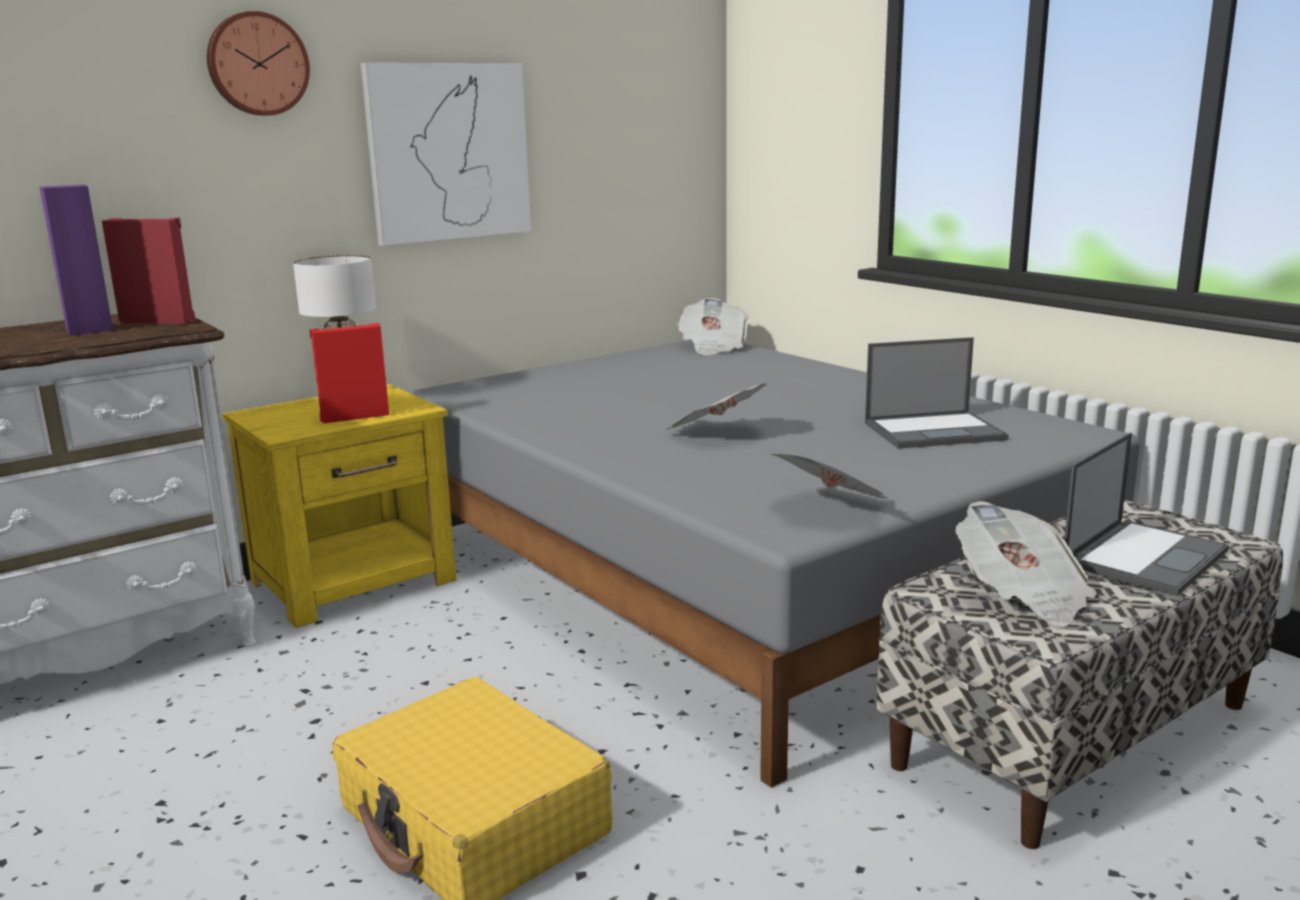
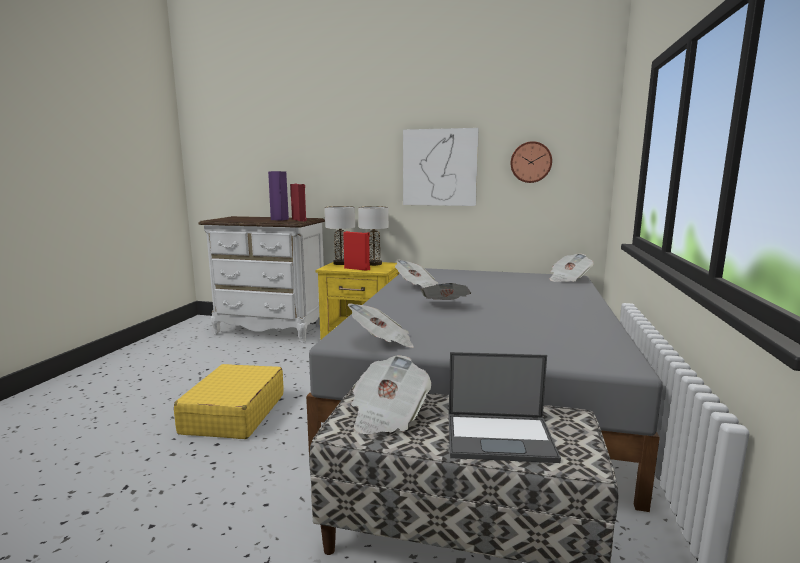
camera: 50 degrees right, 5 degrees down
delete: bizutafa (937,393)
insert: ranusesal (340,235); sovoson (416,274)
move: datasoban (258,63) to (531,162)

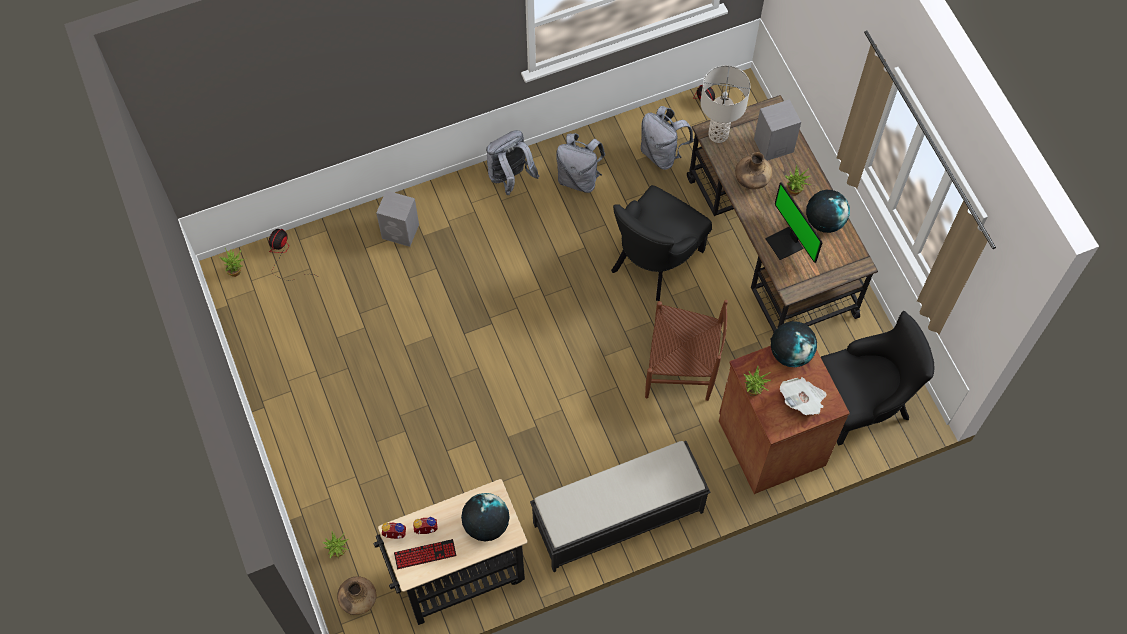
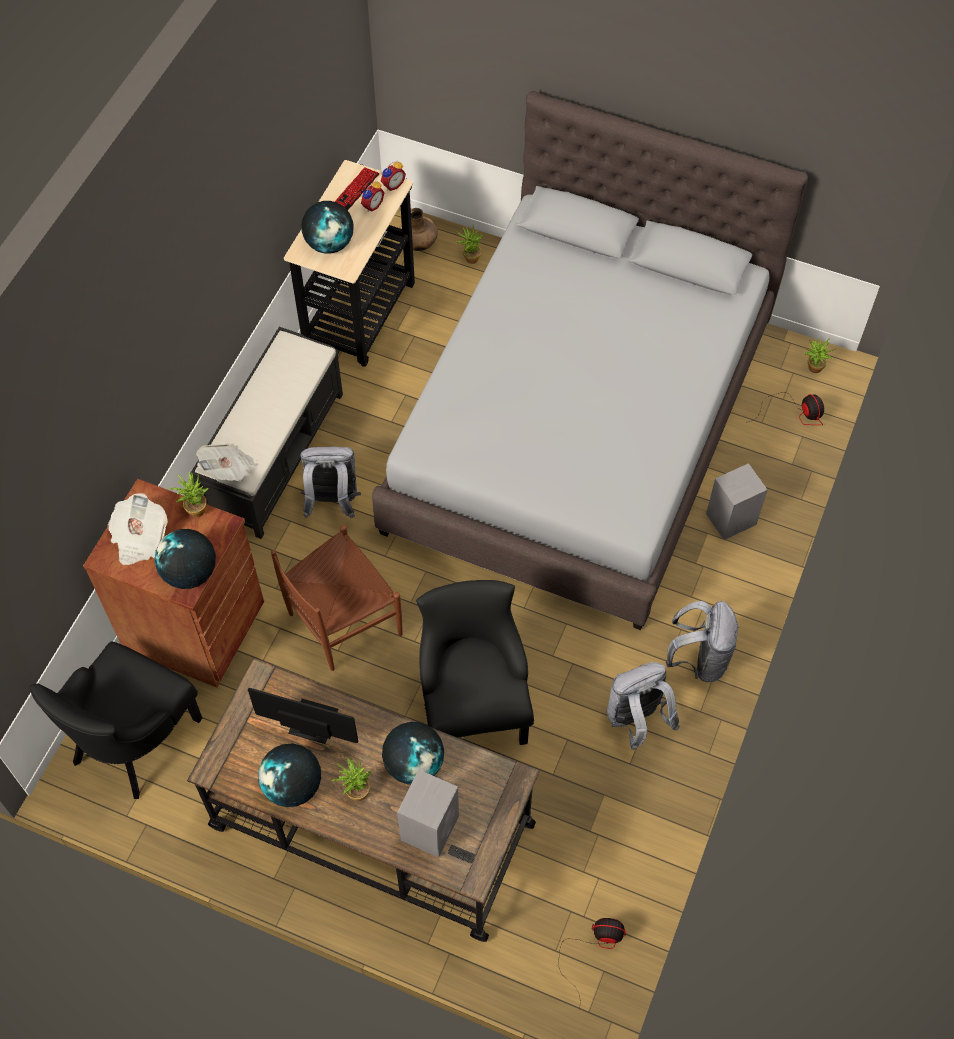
camera: 135 degrees right, 5 degrees down
delete: white_ranusesal (725,104)
insert: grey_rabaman (590,360); sovoson (227,462)
move: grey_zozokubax (667,138) to (330,482)
replace: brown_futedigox (753,171) to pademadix (413,753)

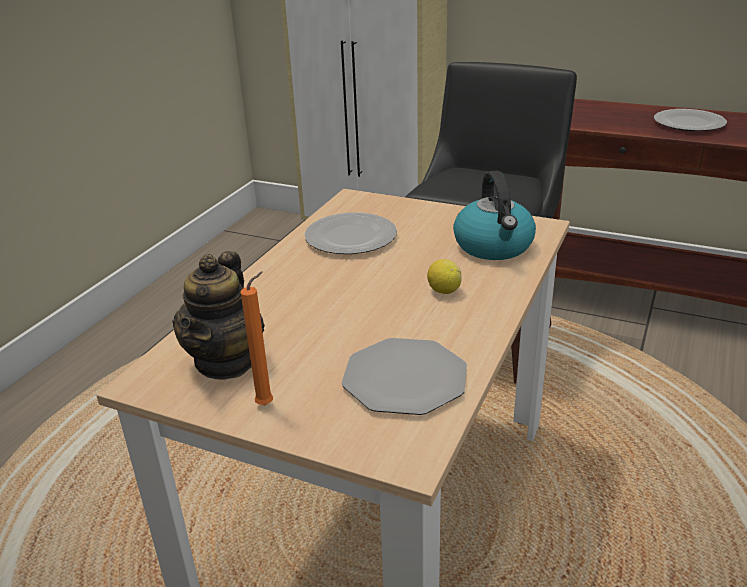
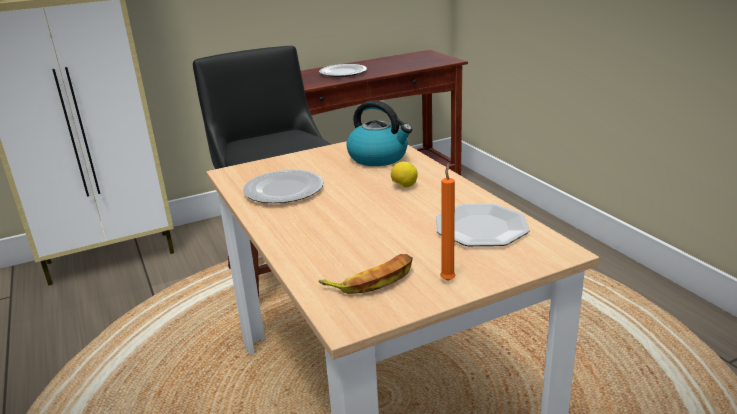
camera: 50 degrees left, 5 degrees down
replace: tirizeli (218,315) to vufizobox (366,274)

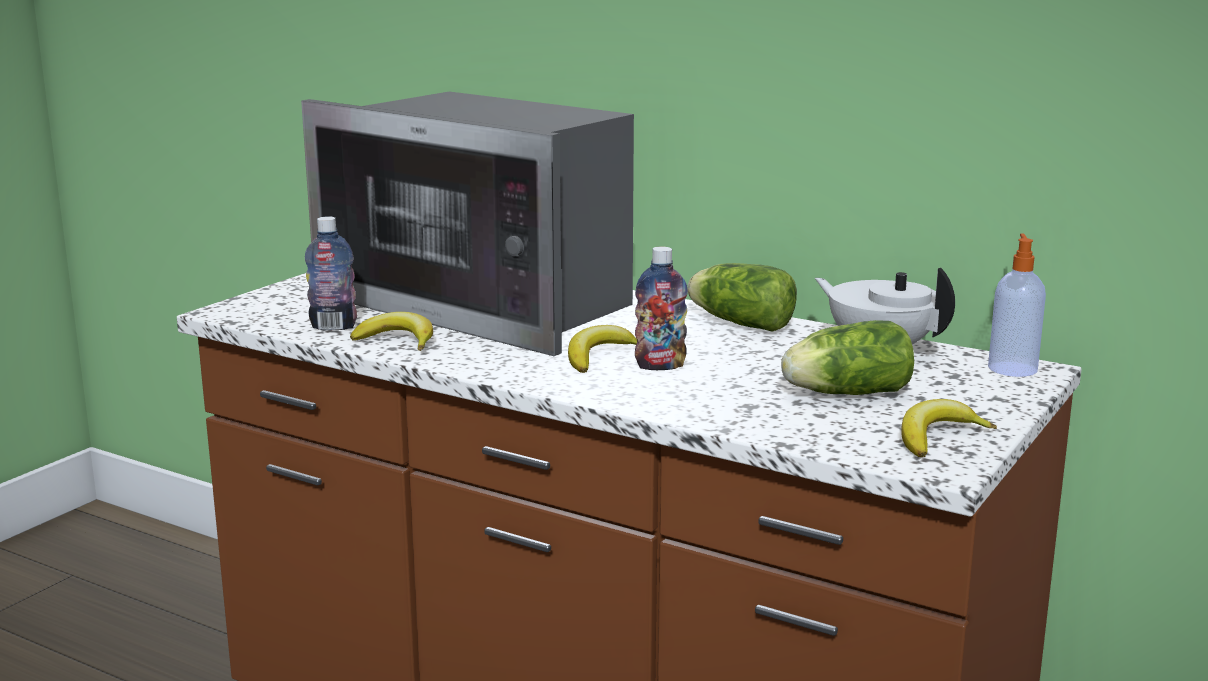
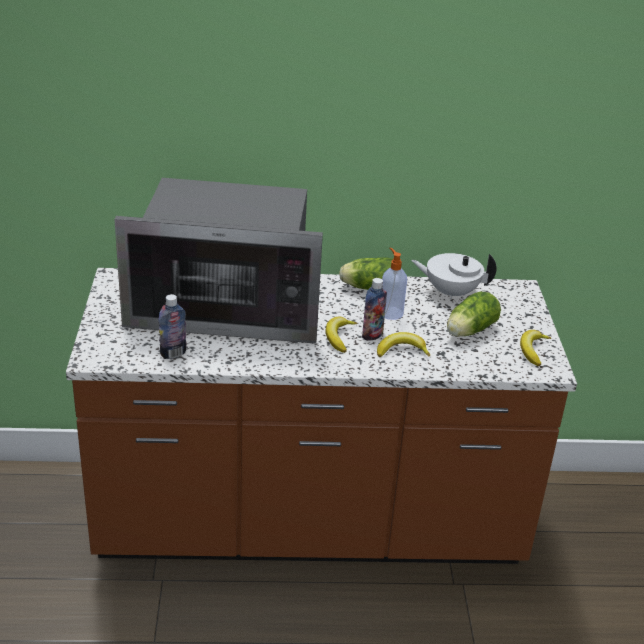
camera: 35 degrees left, 15 degrees up
move: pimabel (1017,305) to (394,284); vufizobox (391,331) to (403,344)

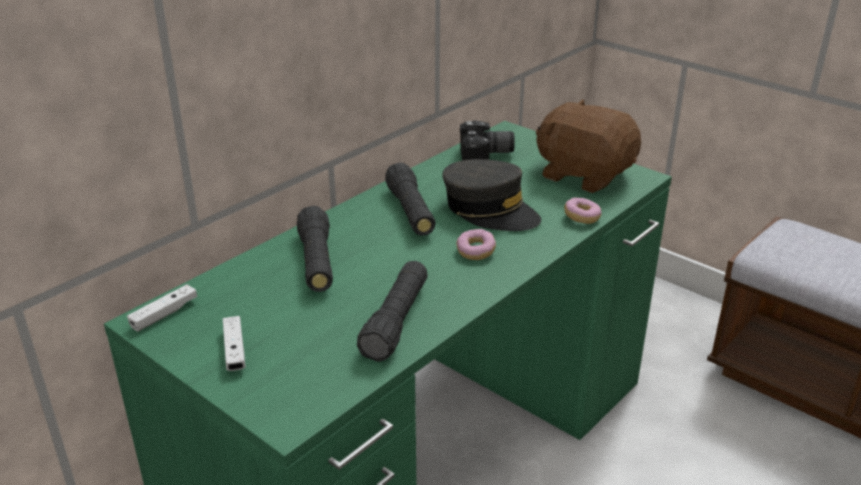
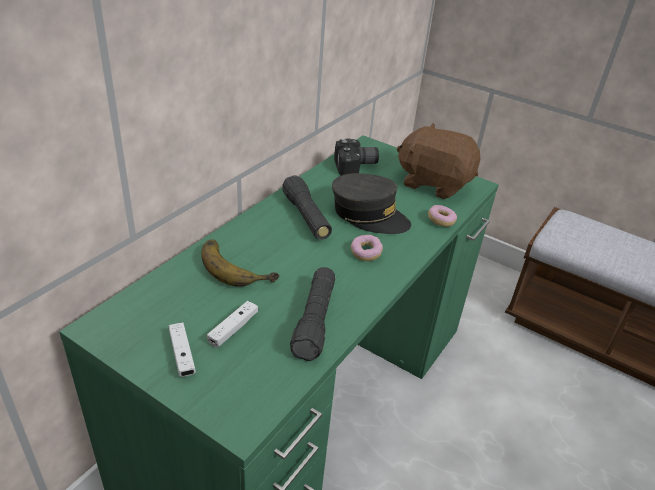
camera: 10 degrees left, 5 degrees up
move: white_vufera (162,307) to (232,324)
replace: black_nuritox (315,249) to vufizobox (240,263)

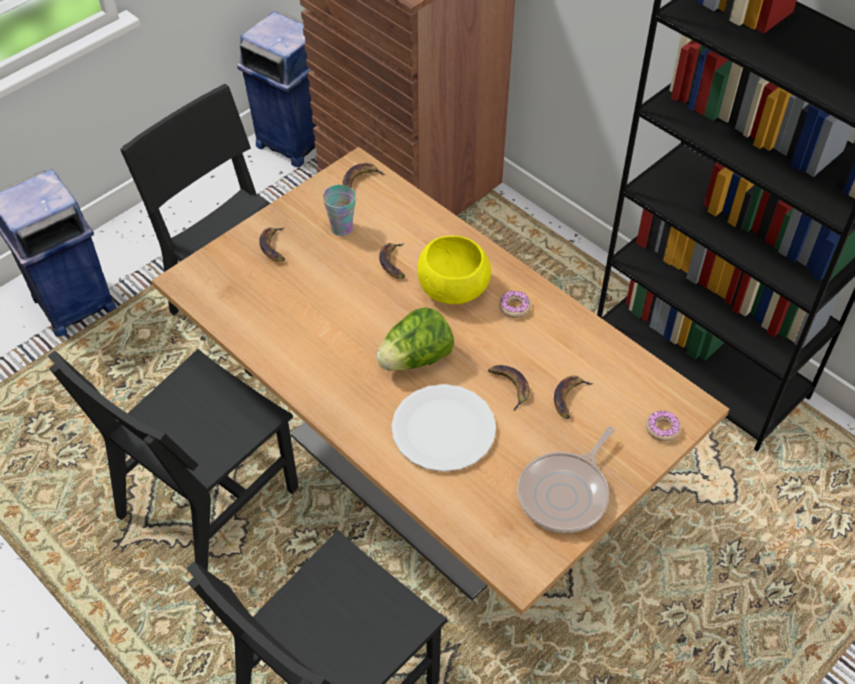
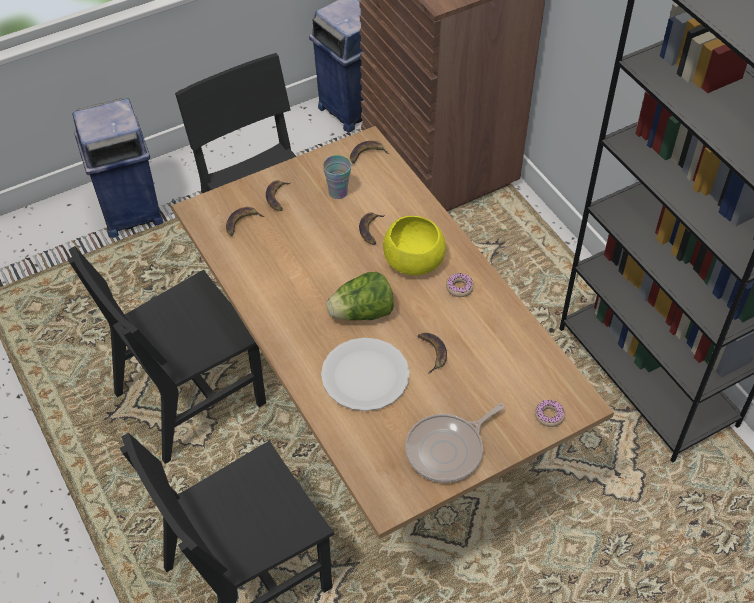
camera: 15 degrees right, 0 degrees up
move: vufizobox (573,397) to (245,221)

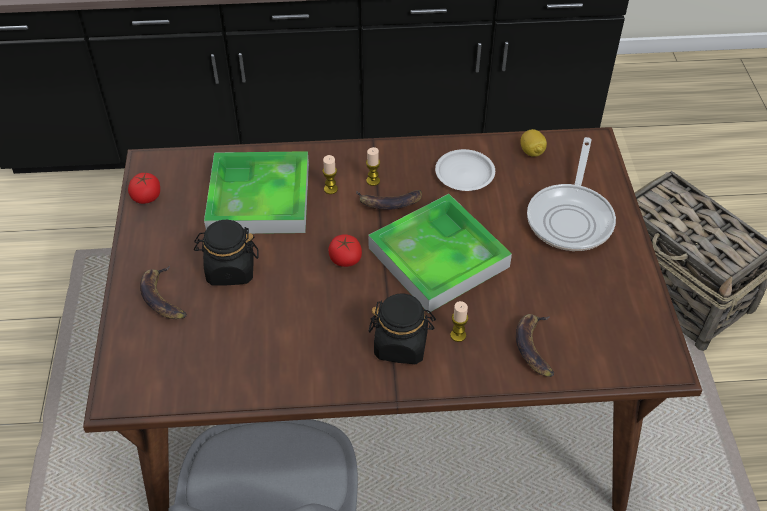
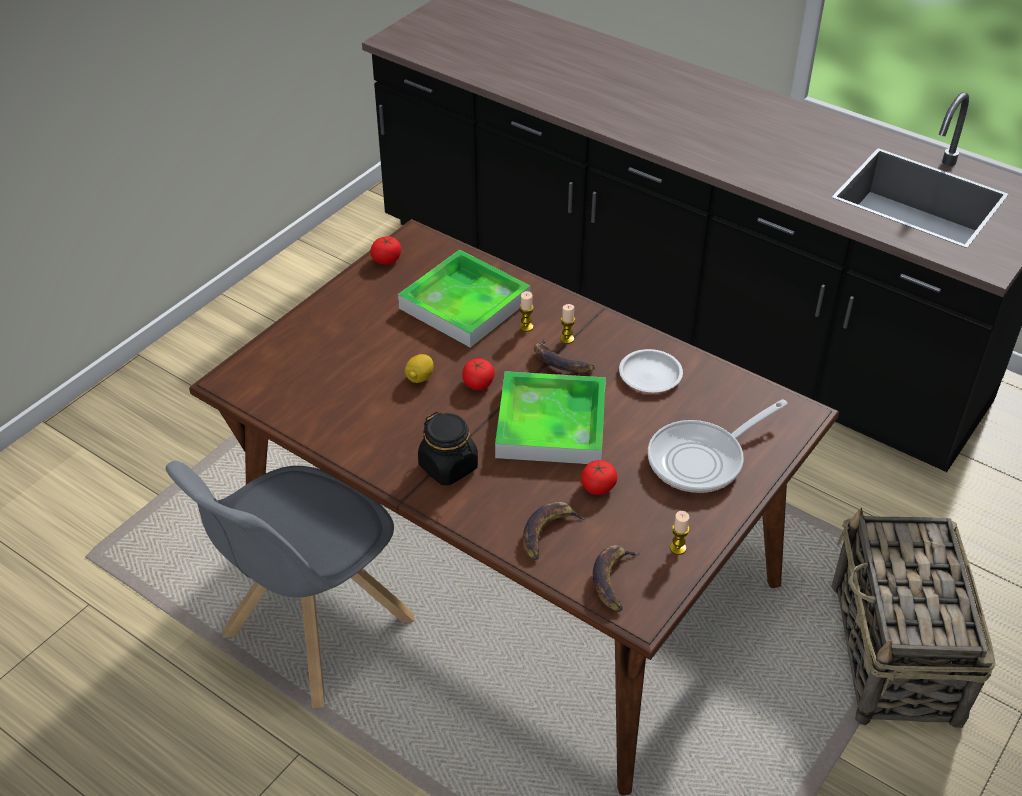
camera: 40 degrees right, 5 degrees down
delete: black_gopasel (226,253)
insert: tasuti (599,477)
move: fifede (533,143) to (419,368); vufizobox (163,292) to (617,578); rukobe (459,321) to (679,533)

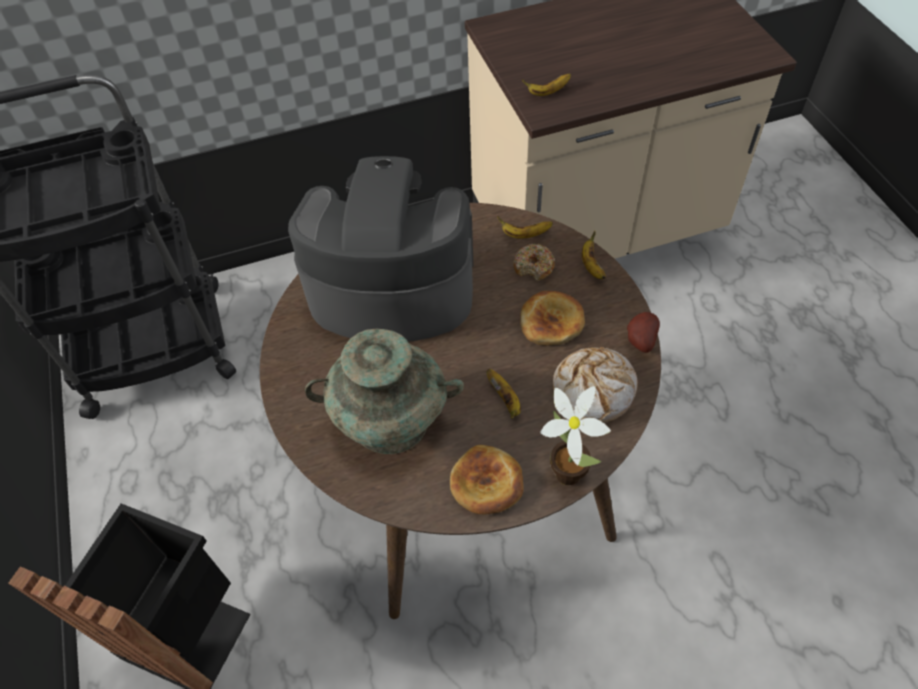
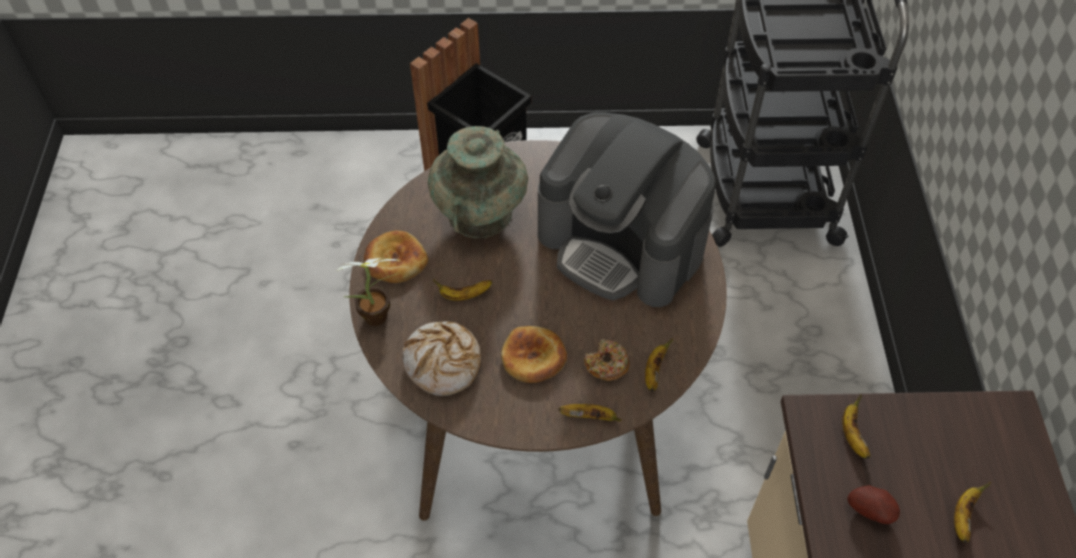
camera: 105 degrees right, 0 degrees up
insert: vufizobox (972,512)
move: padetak (643,332) to (873,504)
rotate: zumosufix (380,249) = (627,209) 105 degrees clockwise

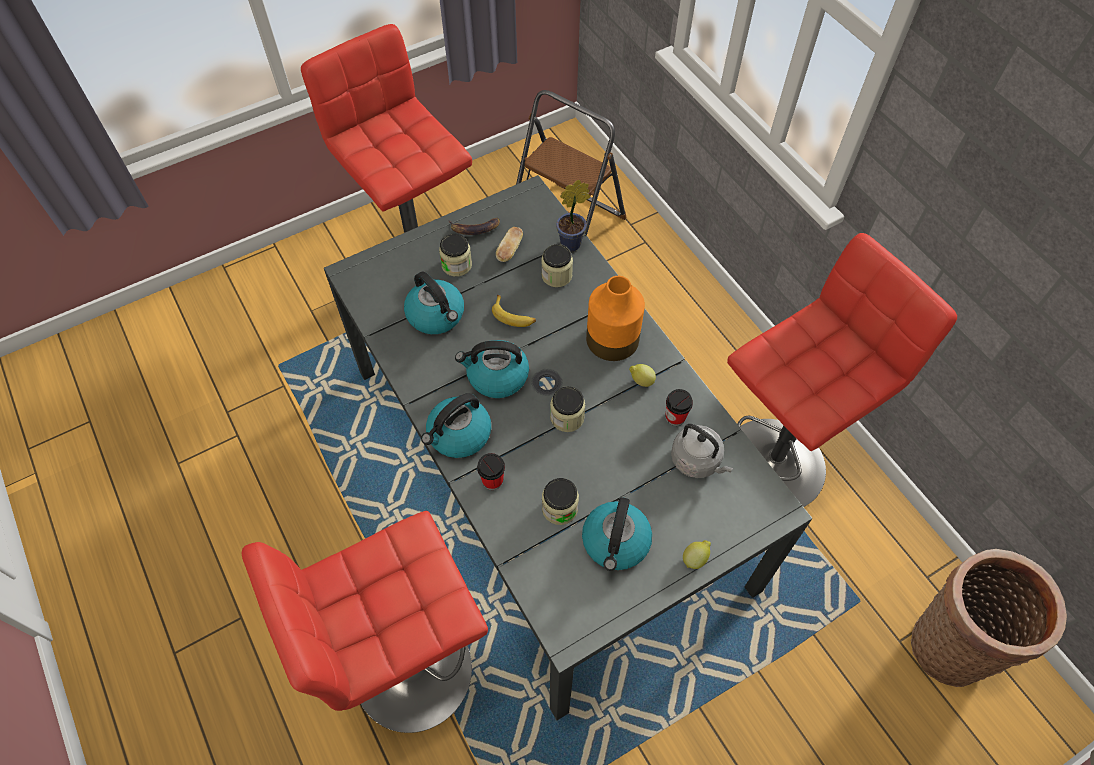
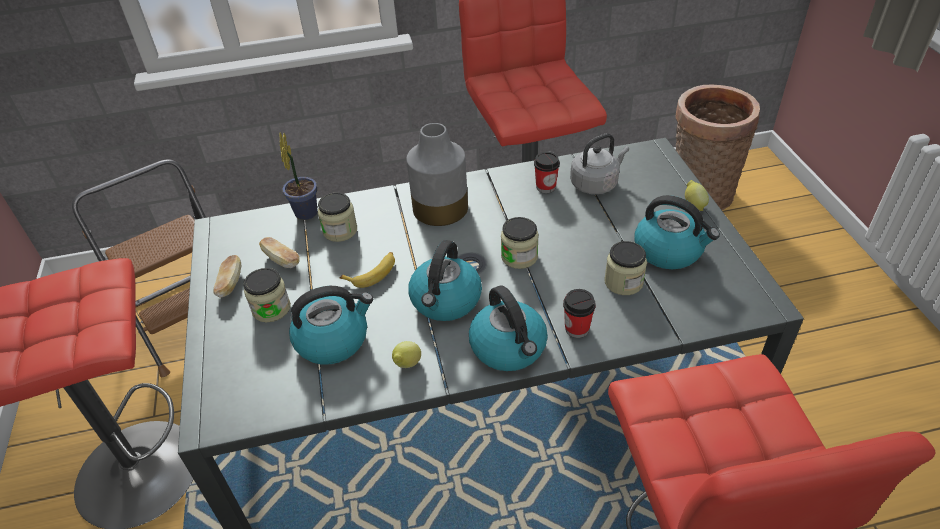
camera: 70 degrees left, 15 degrees down
move: fifede (642,375) to (406,354)
replace: vufizobox (474,226) to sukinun (227,276)
recolor: orange_futedigox (615,318) to grey_futedigox (437,174)

